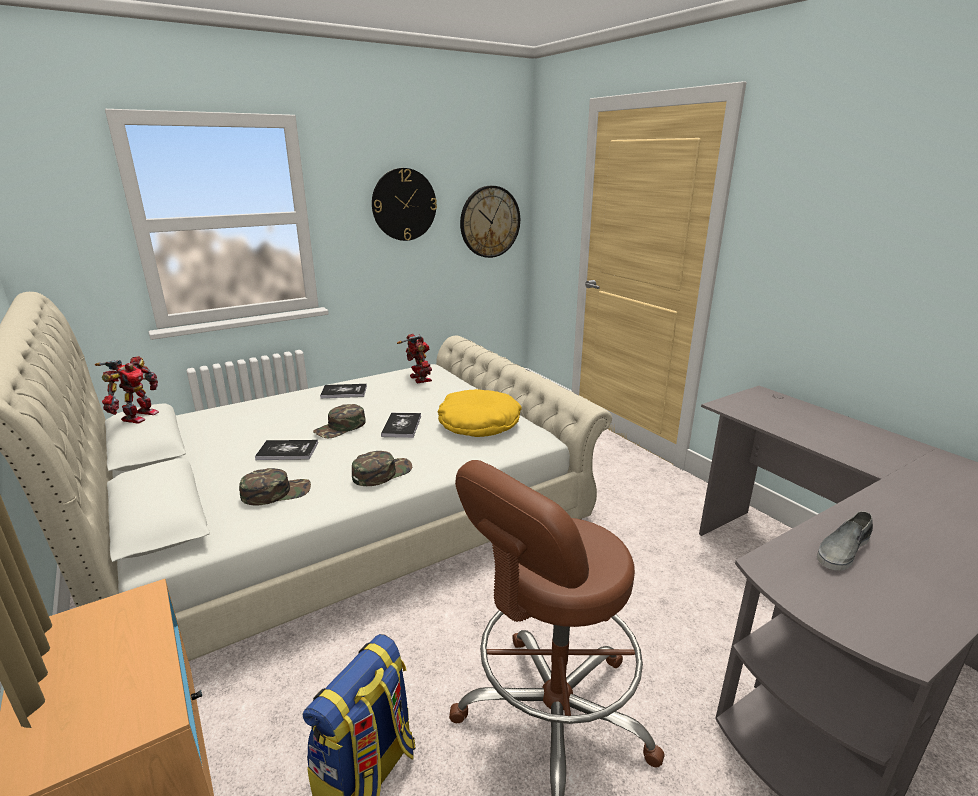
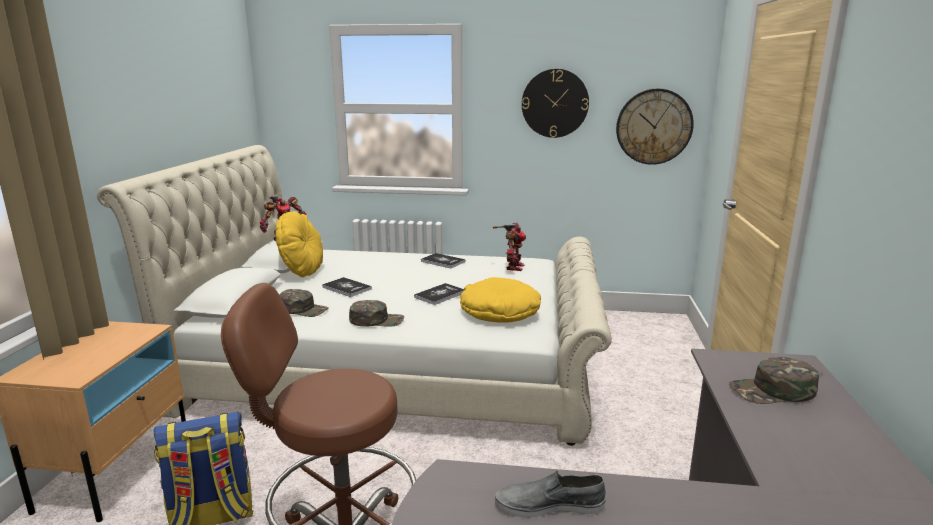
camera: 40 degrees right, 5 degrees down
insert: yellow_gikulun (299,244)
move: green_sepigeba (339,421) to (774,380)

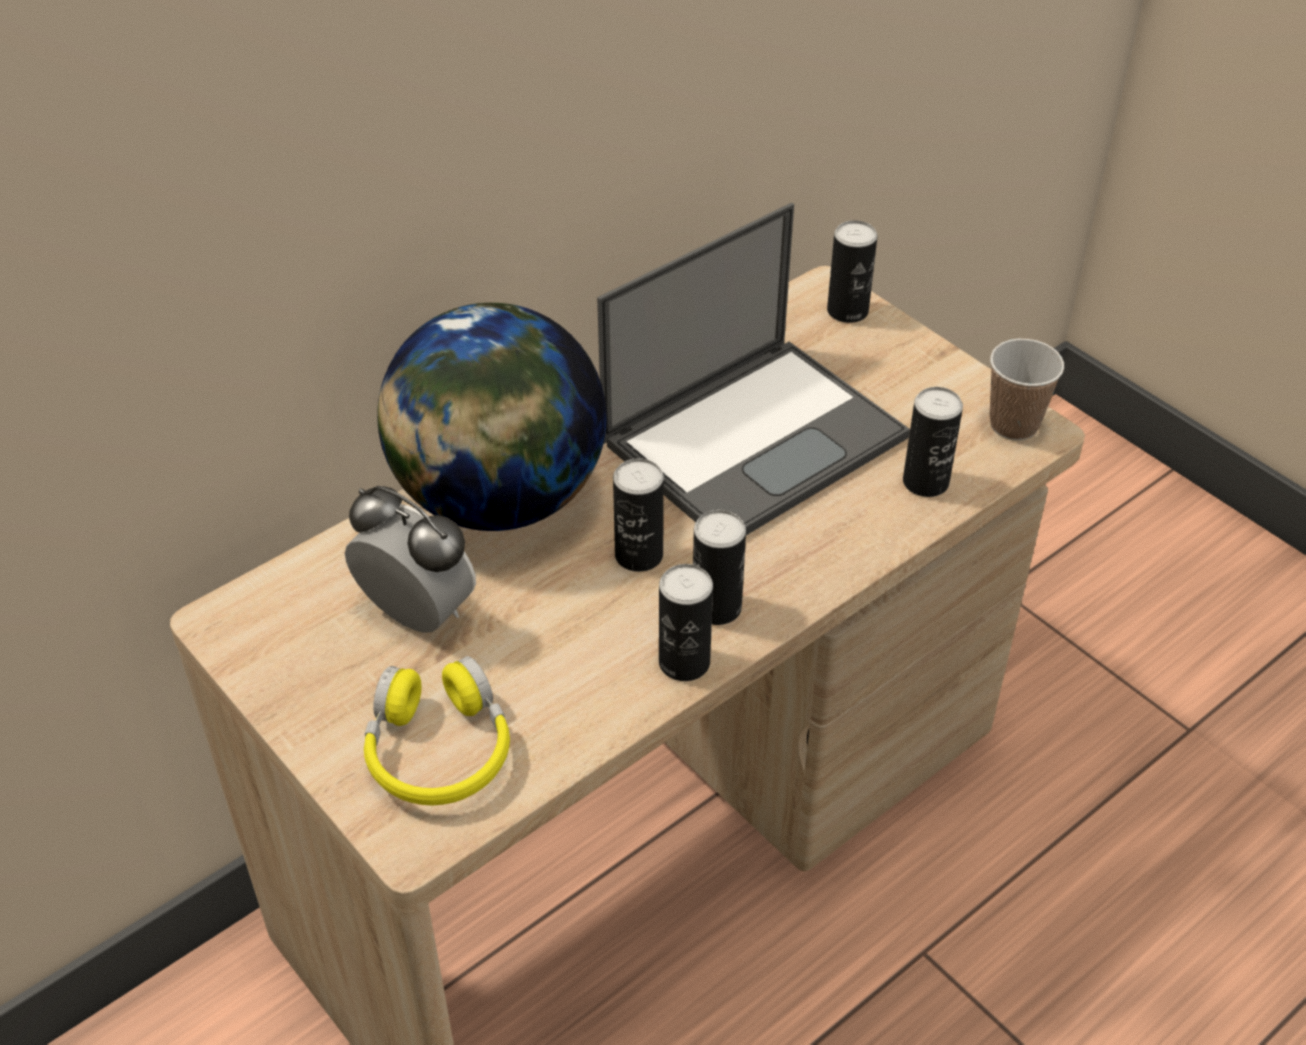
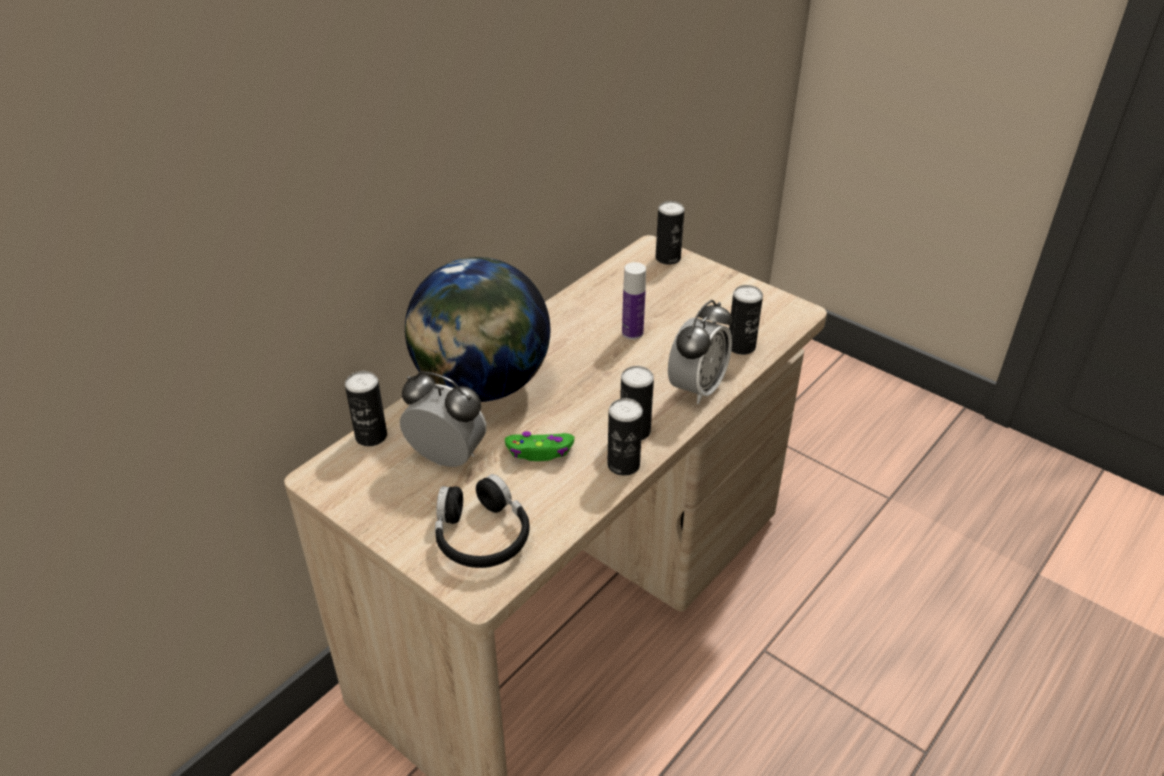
camera: 10 degrees left, 5 degrees down
delete: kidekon (1027,389)
insert: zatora (700,352); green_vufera (539,446)
move: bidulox (638,515) to (366,408)
replace: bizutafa (753,369) to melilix (634,301)
recolor: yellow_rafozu (437,731) to black_rafozu (482,521)

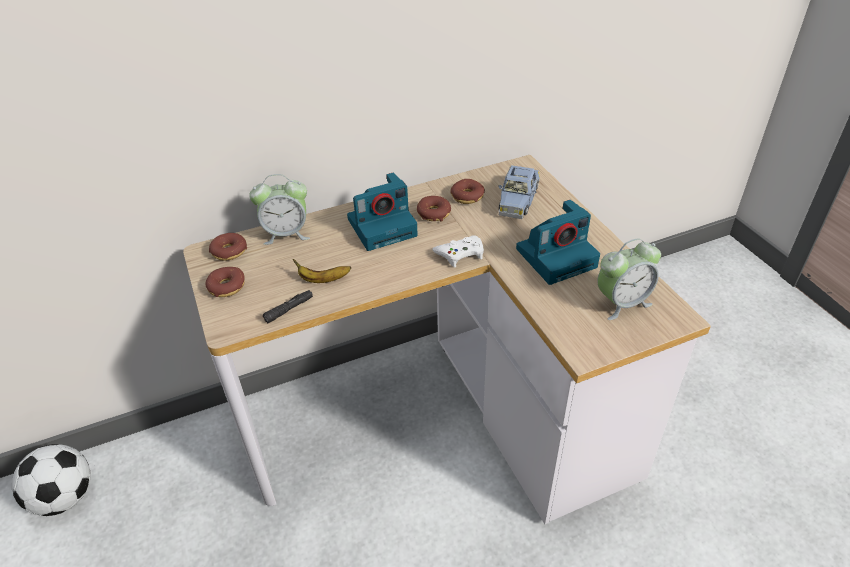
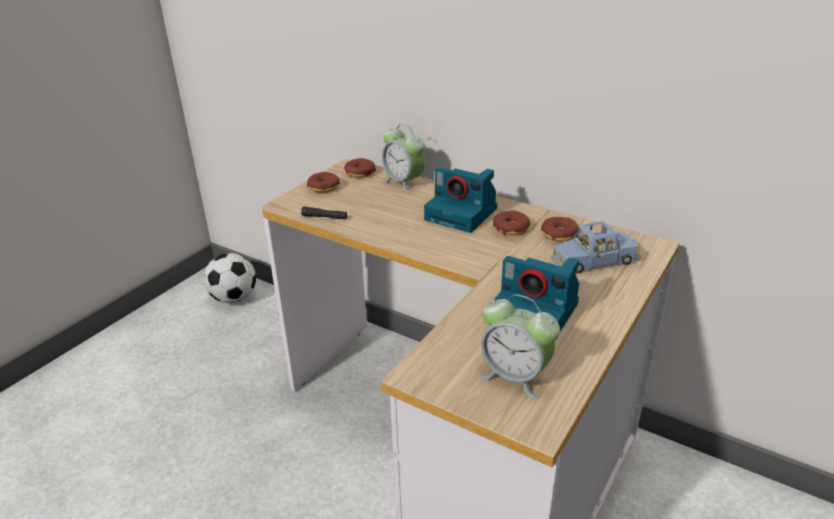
camera: 55 degrees right, 10 degrees down
delete: white_vufera (458,251); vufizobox (322,271)

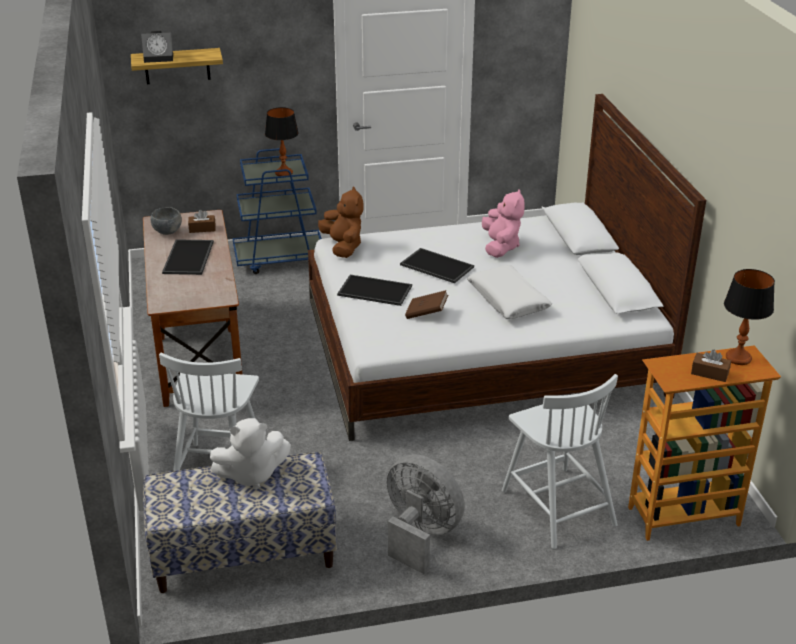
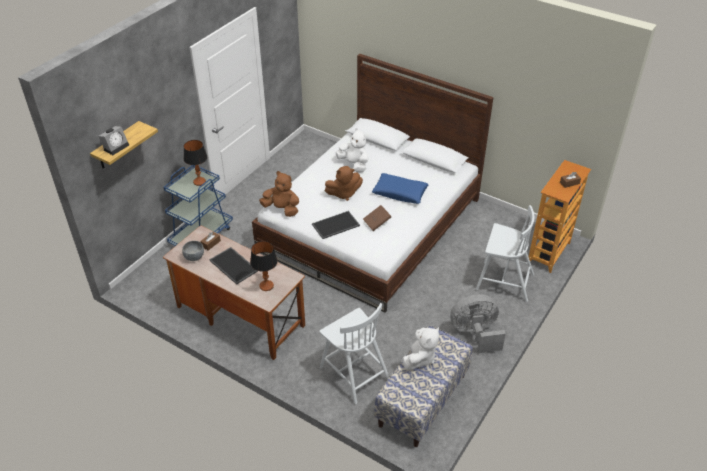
camera: 45 degrees left, 10 degrees up
move: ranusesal (749,317) to (264,266)
replace: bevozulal (437,265) to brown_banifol (344,183)
recolor: pink_banifol (503,223) to white_banifol (352,150); white_gikulun (509,292) to blue_gikulun (400,188)

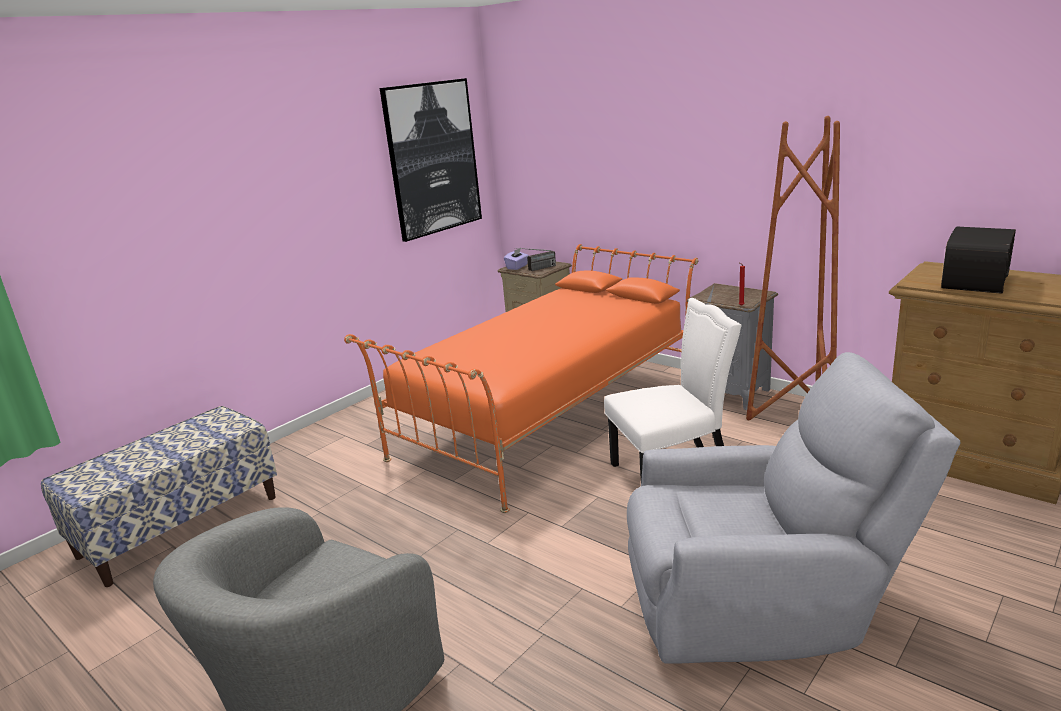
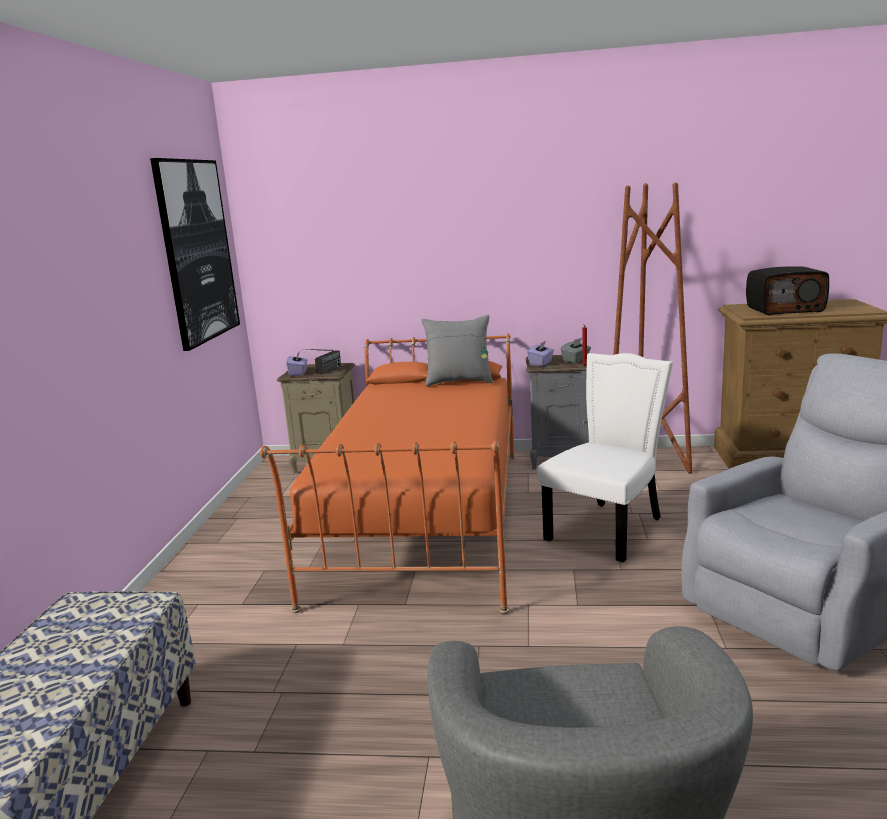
camera: 35 degrees left, 5 degrees down
insert: grey_gikulun (457,350); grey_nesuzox (576,350); purple_nesuzox (540,353)
rotate: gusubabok (978,260) = (787,290) 90 degrees clockwise

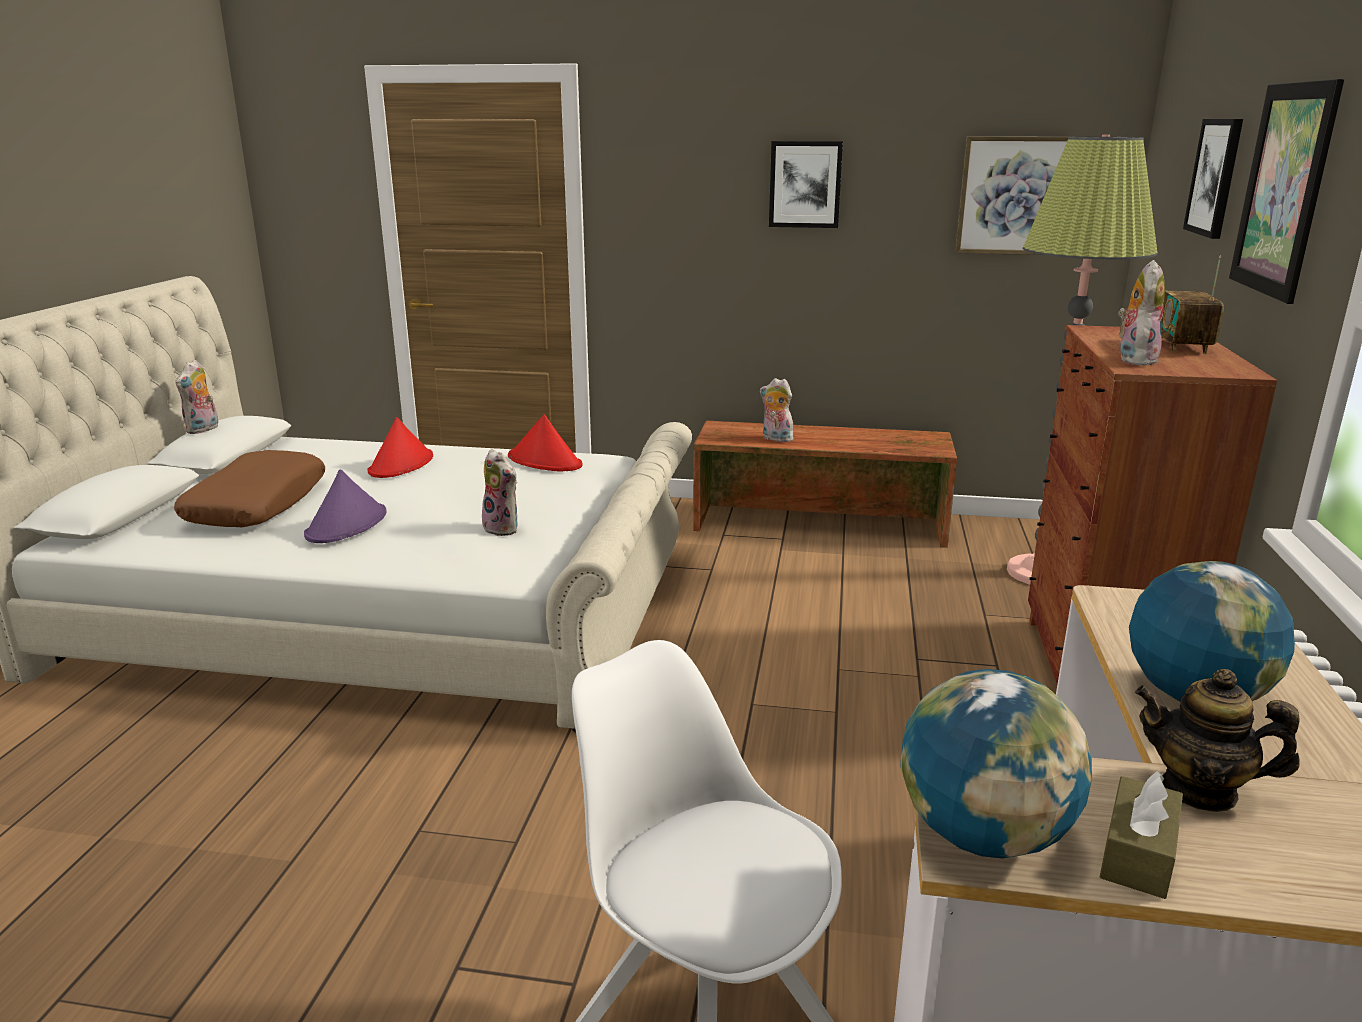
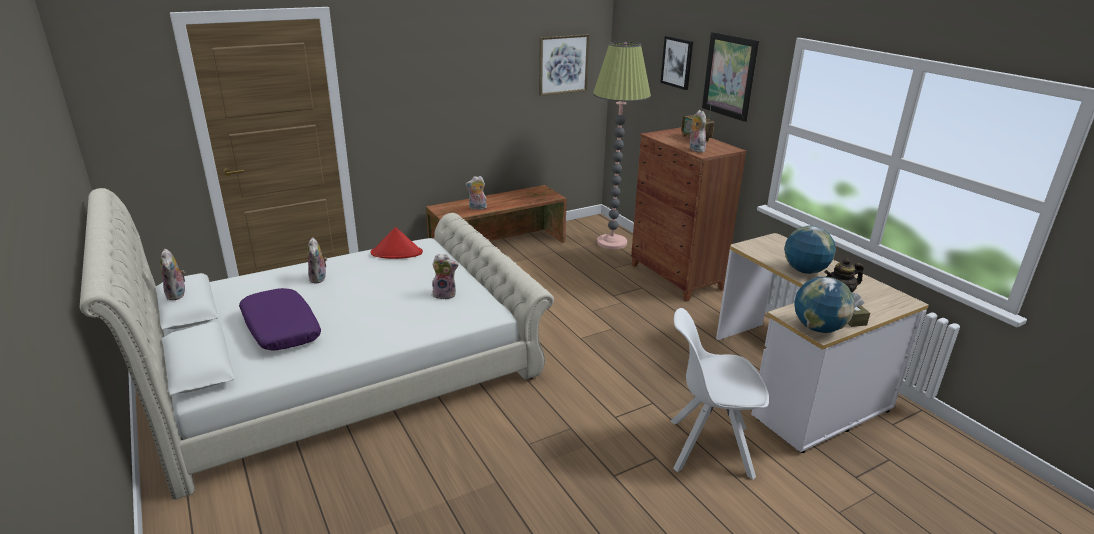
camera: 40 degrees left, 5 degrees up
delete: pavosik (806,184); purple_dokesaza (345,506)
replace: red_dokesaza (400,447) to banifol (317,260)
recolor: brown_gikulun (249,488) to purple_gikulun (280,319)

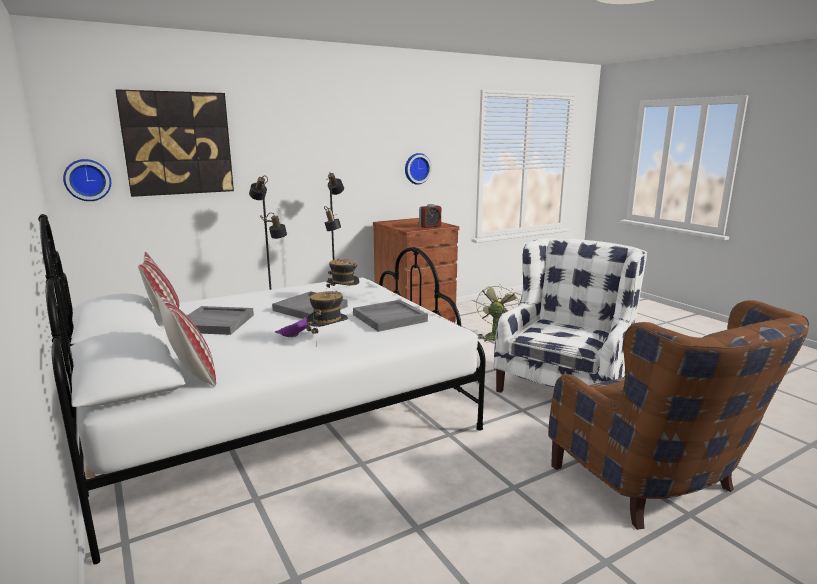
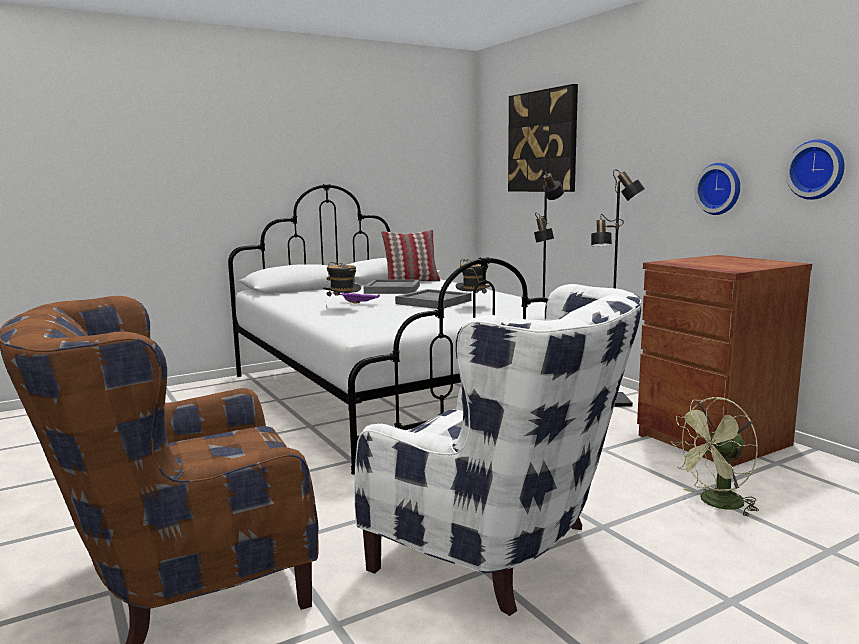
camera: 90 degrees right, 5 degrees down
delete: zatora (430,216); gikulun (185,339); grey_bevozulal (390,316)
move: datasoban (87,180) to (717,189)
rotate: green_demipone (498,312) = (715,457) 135 degrees clockwise

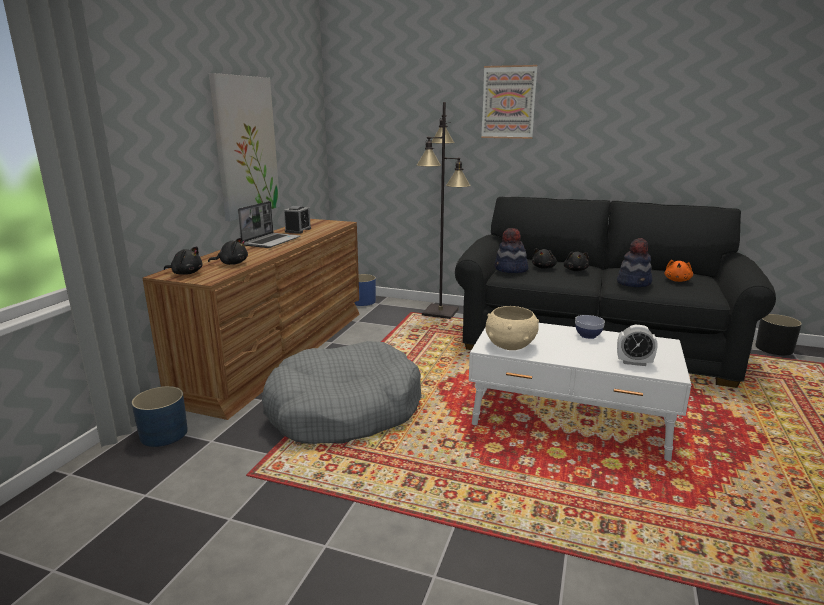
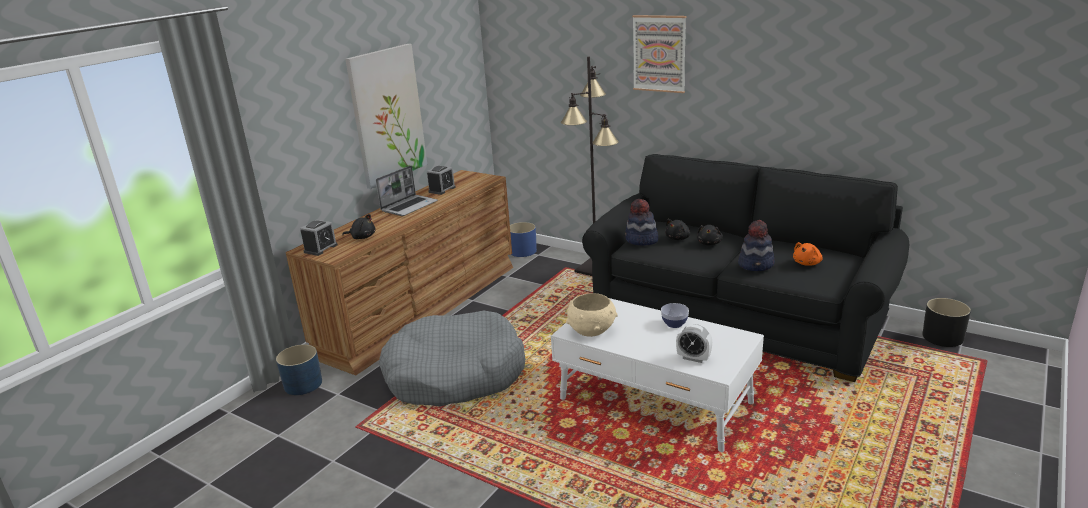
camera: 15 degrees right, 5 degrees up
replace: black_banifol (183,260) to zatora (319,238)

